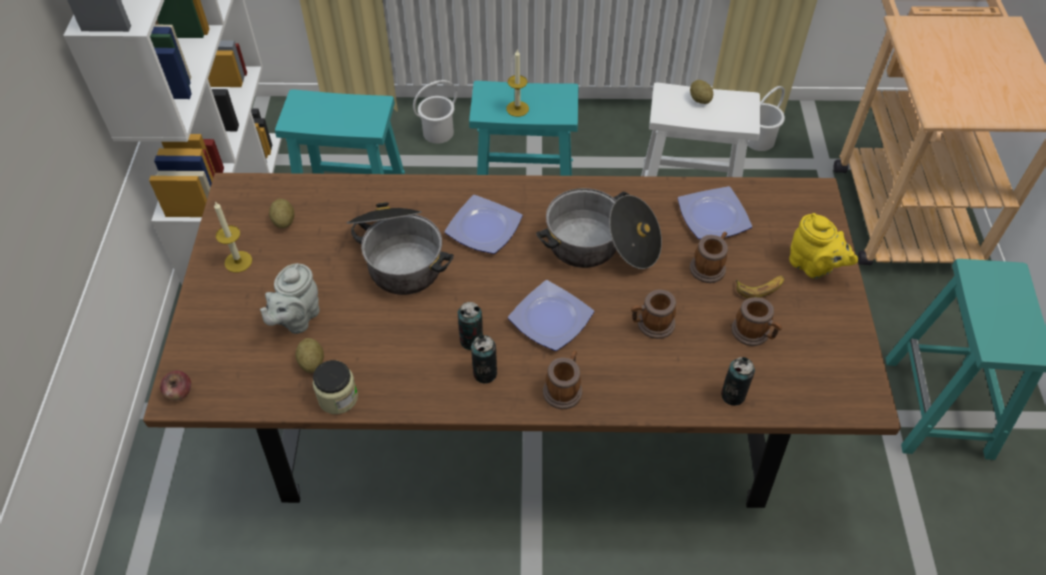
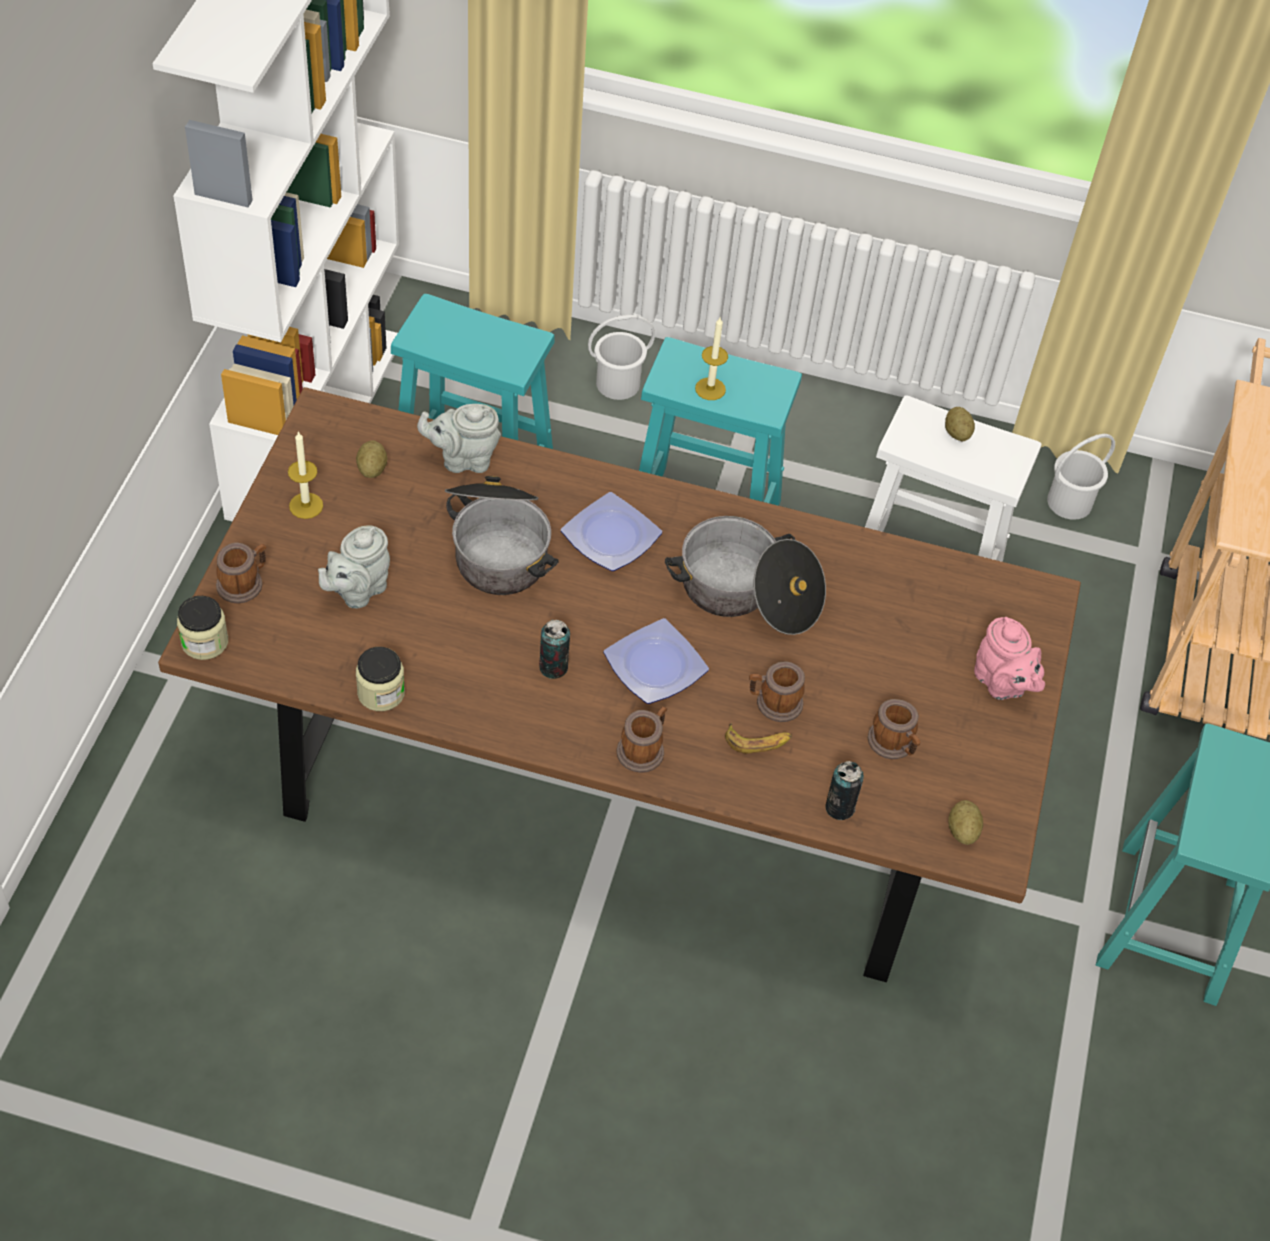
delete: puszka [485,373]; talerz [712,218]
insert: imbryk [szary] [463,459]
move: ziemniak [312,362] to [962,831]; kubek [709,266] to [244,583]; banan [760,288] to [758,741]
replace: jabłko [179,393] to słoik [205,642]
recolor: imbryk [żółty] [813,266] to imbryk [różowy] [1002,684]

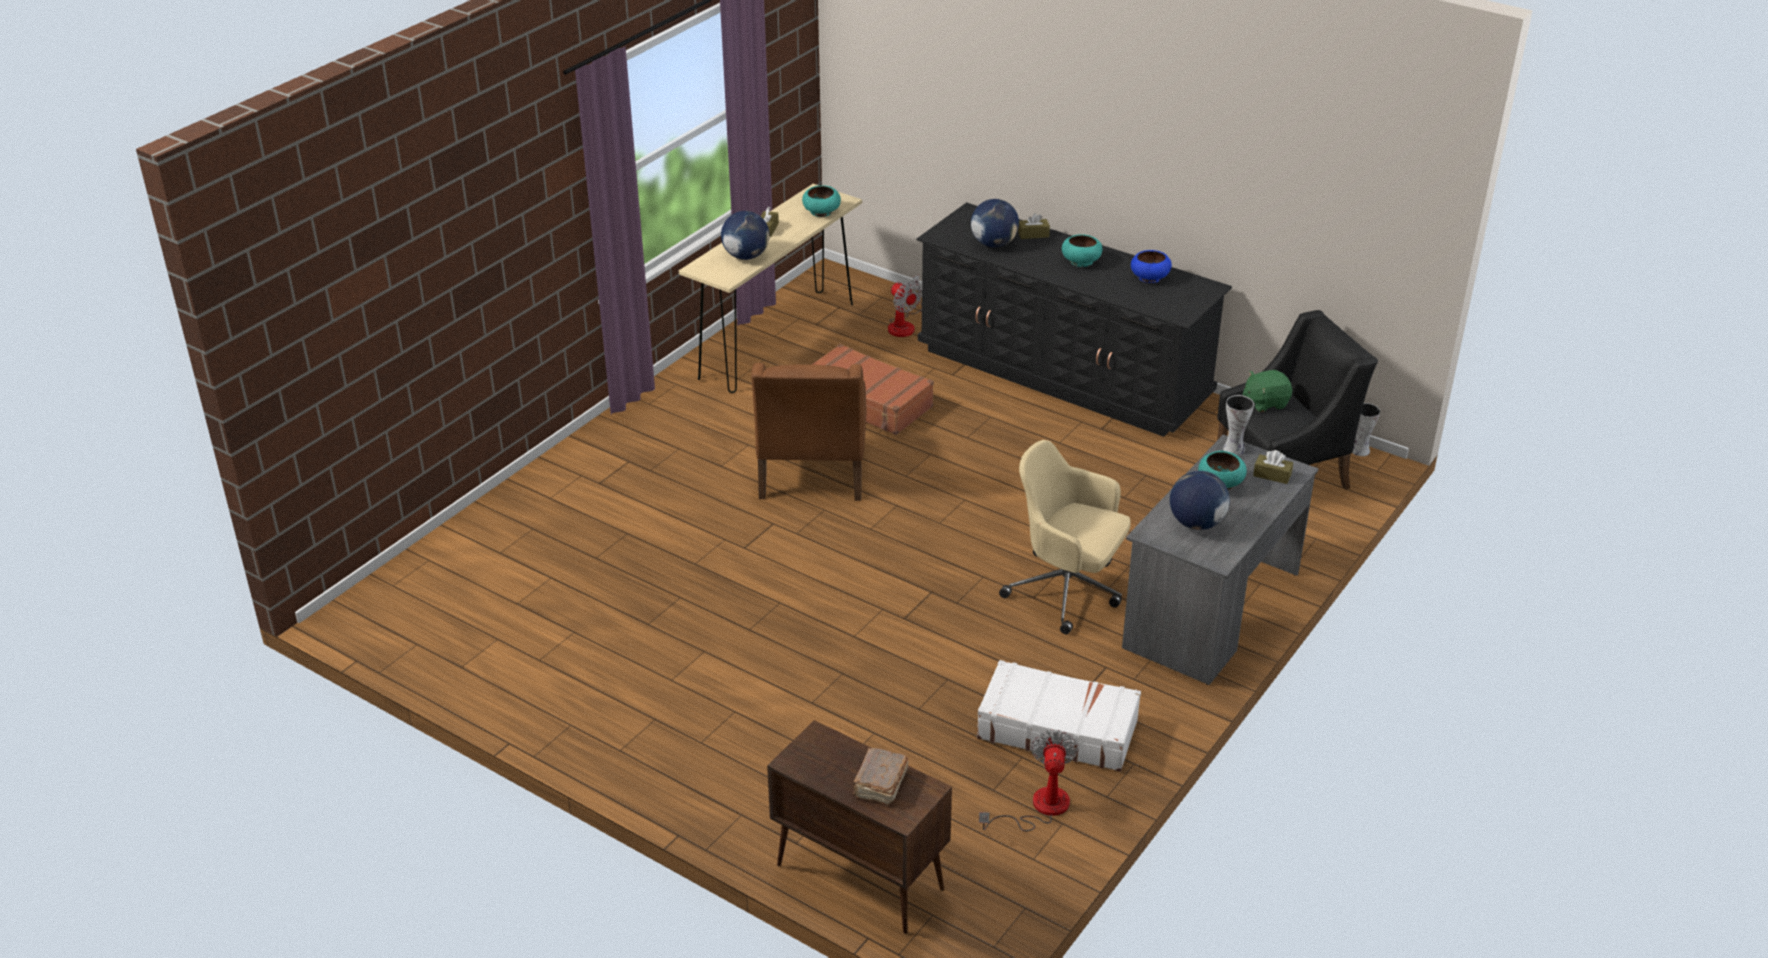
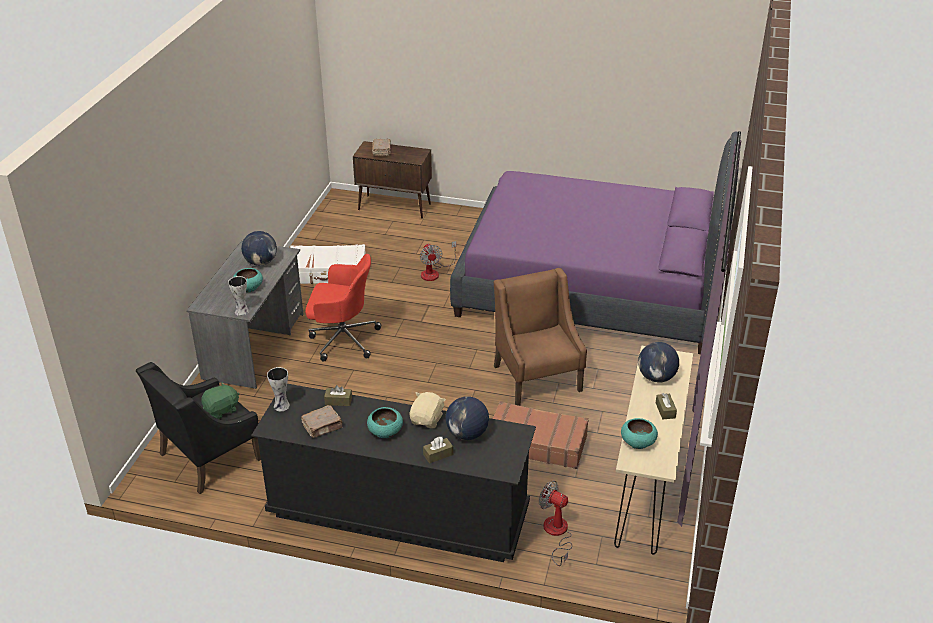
insert: pluszak [beżowy] [427,420]; łóżko [fioletowy] [592,286]
move: wentylator [1039,808] to [434,272]; pudełko chusteczek [brązowy] [1272,475] to [338,401]; wazon [1359,450] to [282,406]
replace: miska [niebieski] [1149,277] to książka [brązowy] [323,427]
recolor: krzesło biurowe [beżowy] [1067,591] to krzesło biurowe [czerwony] [342,339]

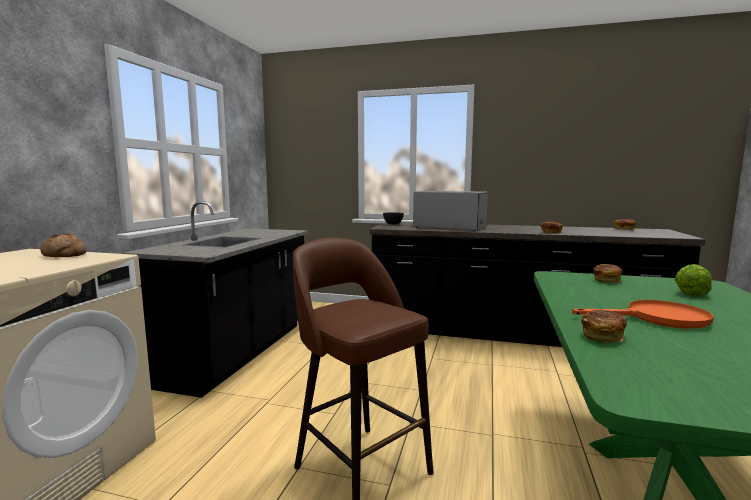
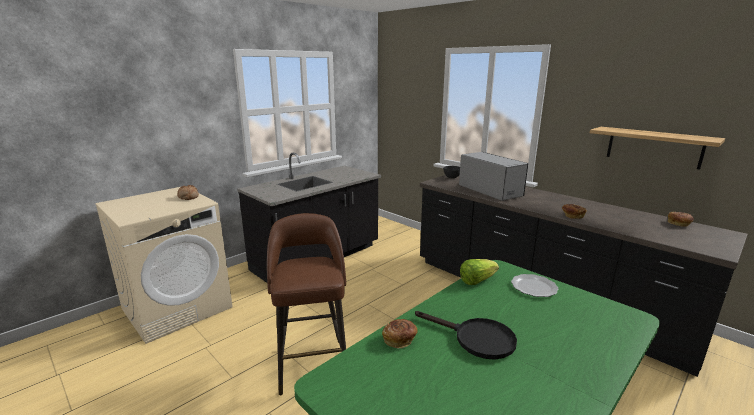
insert: półka [653,147]
move: sałata [691,292] to [477,280]
replace: chleb [607,280] to talerz [534,287]
recolor: patelnia [pomarańczowy] [656,319] to patelnia [czarny] [476,339]

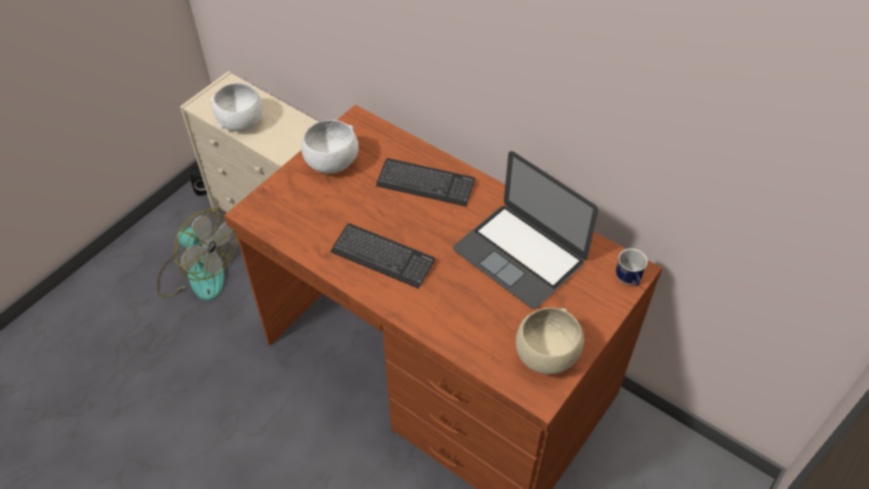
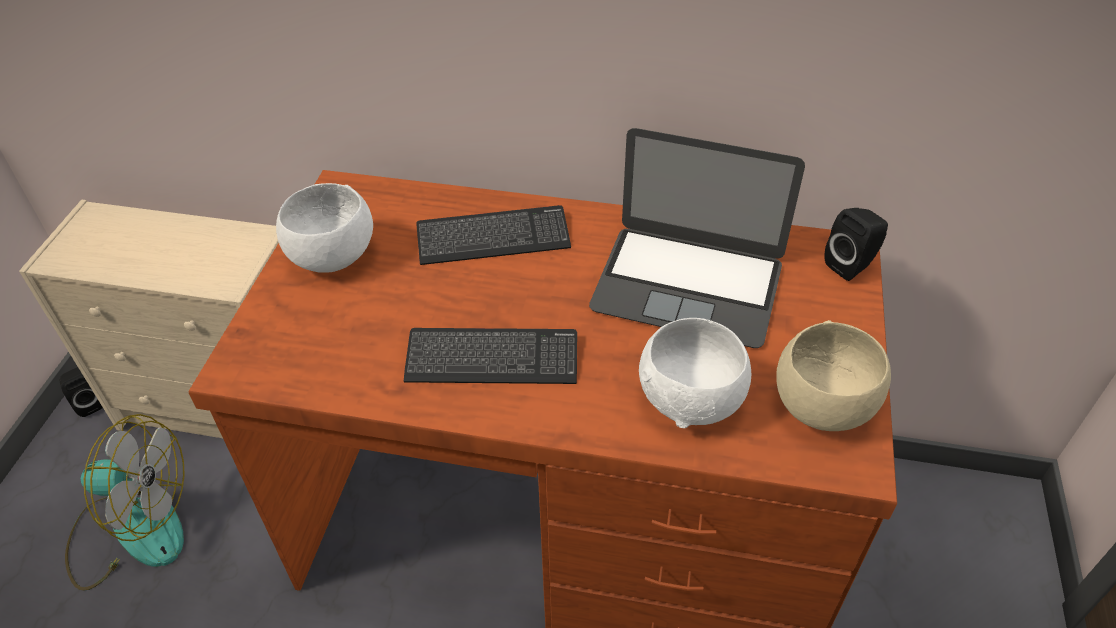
move: miska [biały] [242,123] to [692,400]
replace: kubek [629,280] to głośnik [czarny] [852,265]

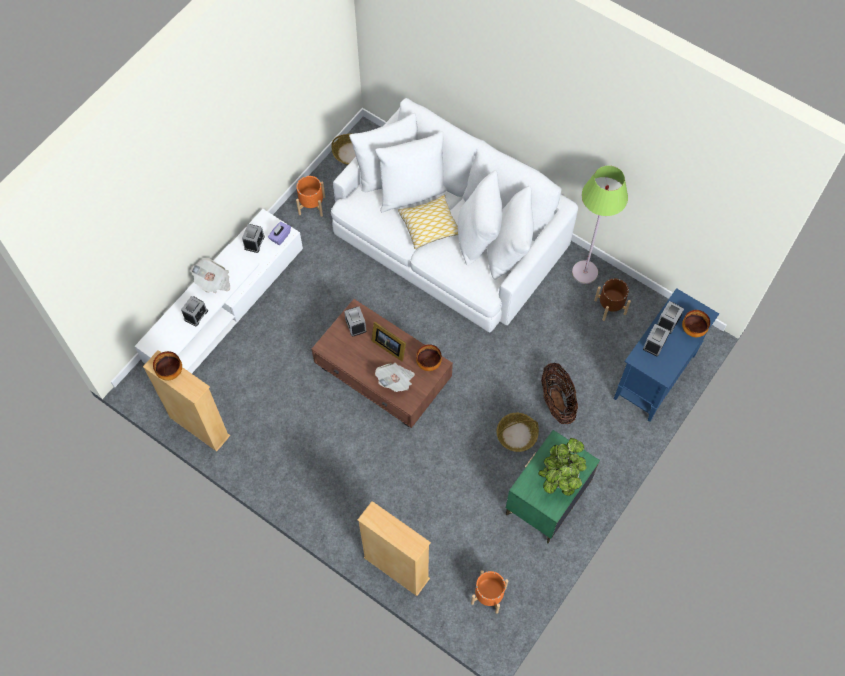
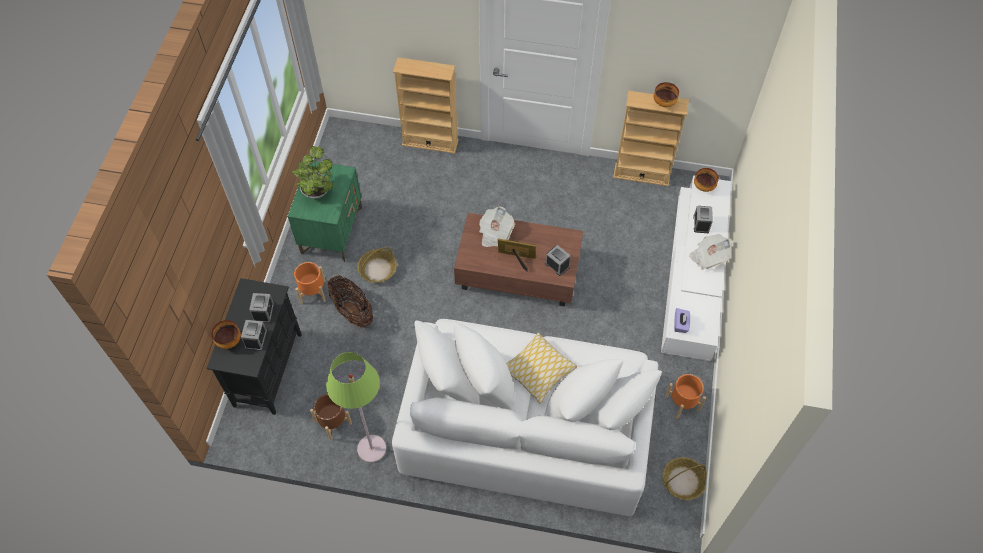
delete: budzik [254,242]
move: miska [429,363] to [703,187]; donica [pomarańczowy] [488,595] to [313,291]
recolor: szafka [niebieski] [654,378] to szafka [czarny] [268,369]

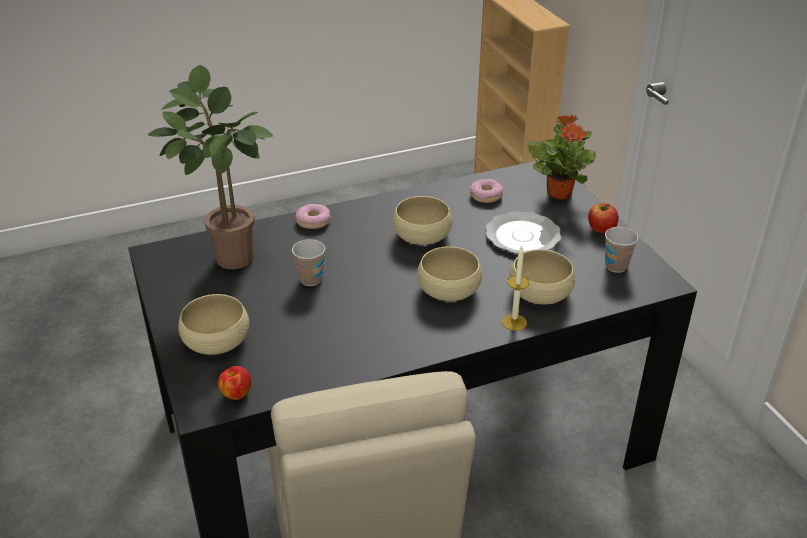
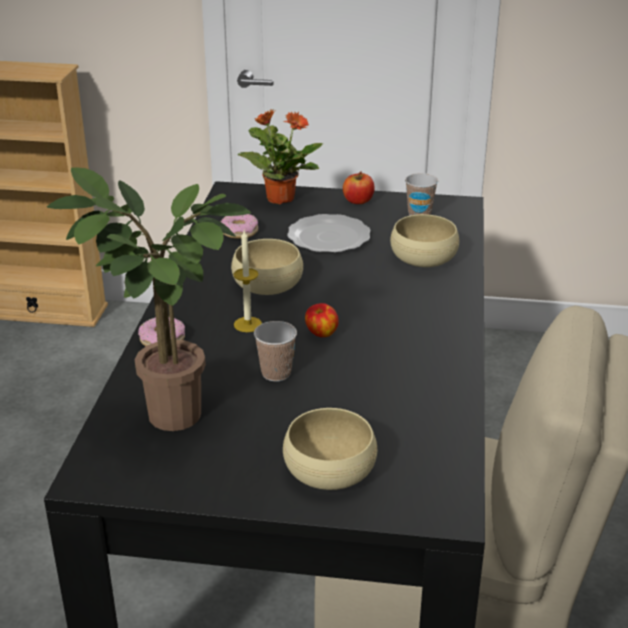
delete: miska [beżowy] [449,289]
move: jabłko [236,394] to [321,334]; świeca [514,322] to [248,324]

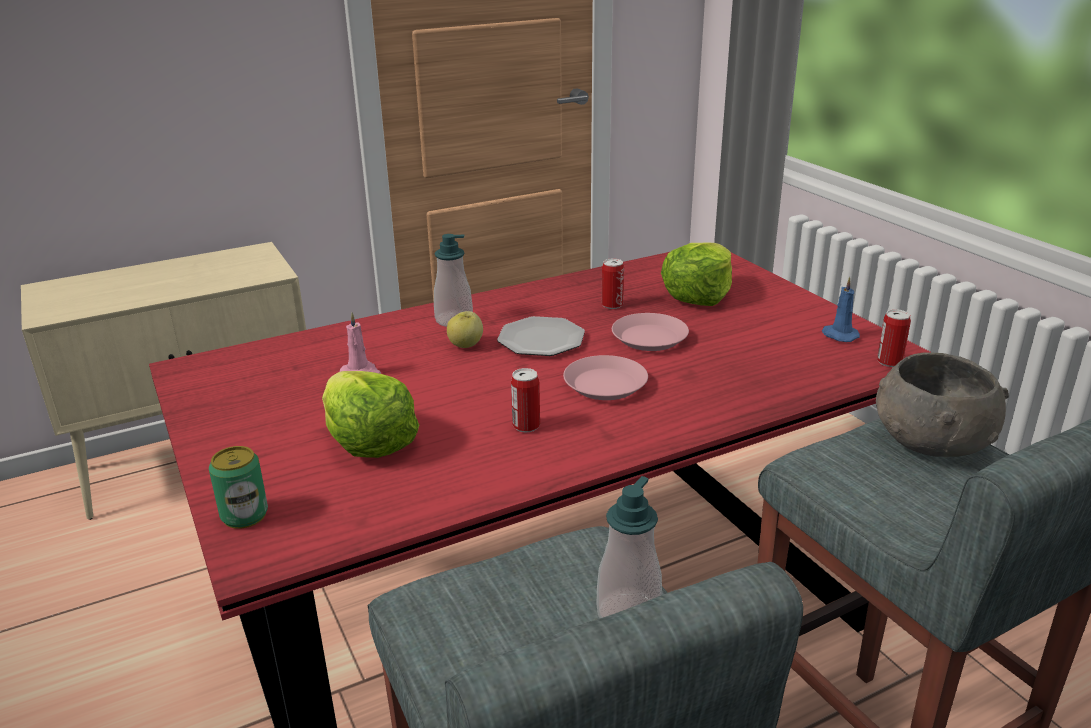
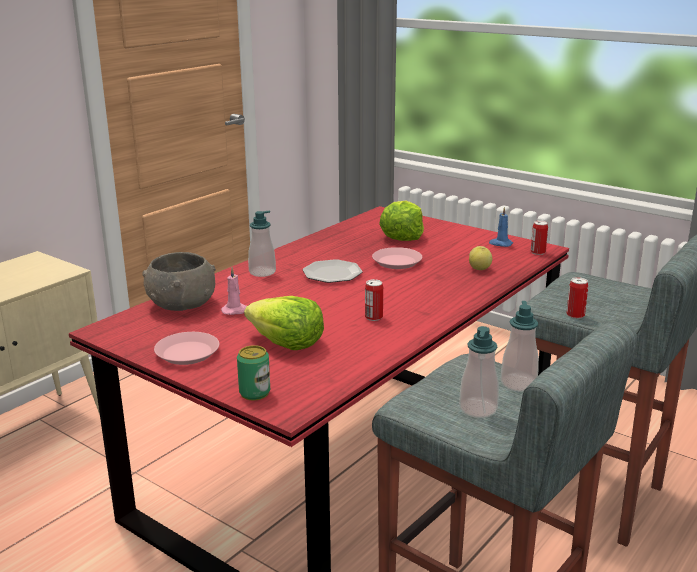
insert: dozownik mydła [478,409]
move: jabłko [466,345] to [480,268]; talerz [różowy] [604,384] to [187,353]; puszka [612,305] to [575,315]; miska [szary] [930,441] to [181,304]

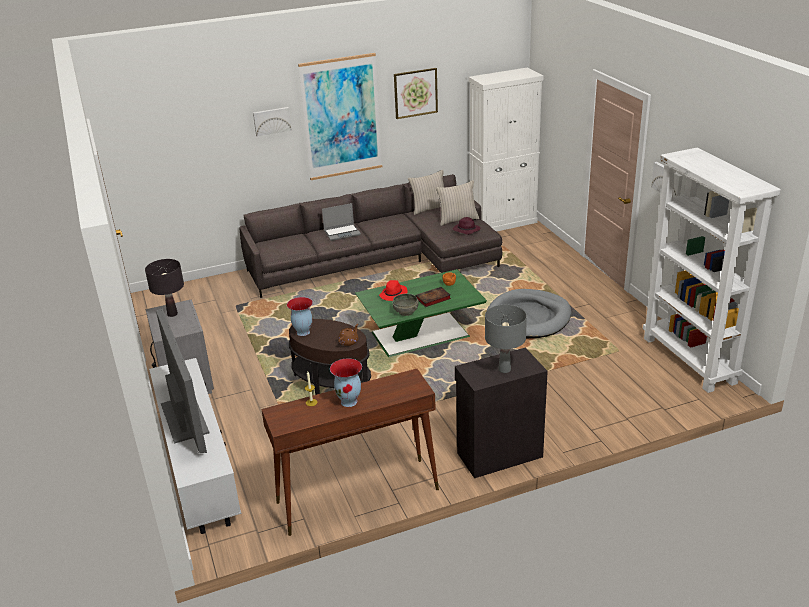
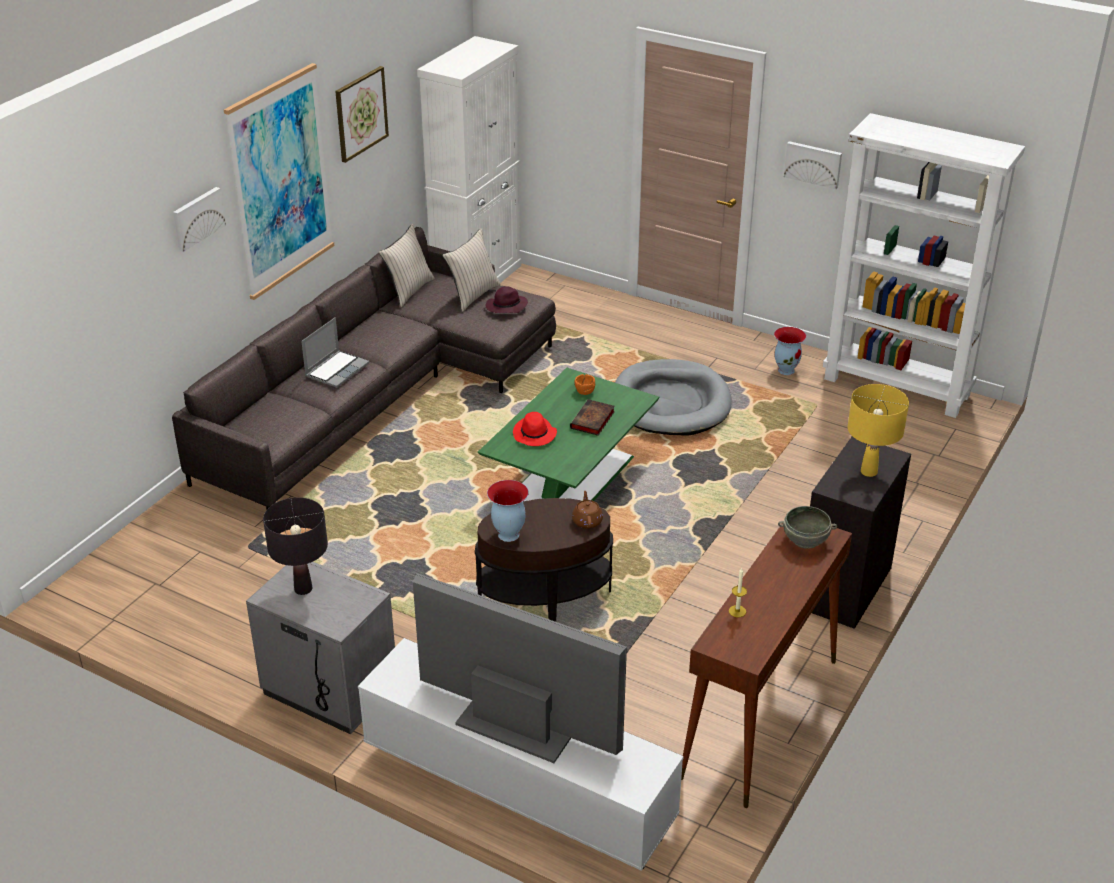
move: wazon [349,401] to [786,370]; miska [szary] [406,312] to [805,540]
recolor: lampa stołowa [szary] [504,369] to lampa stołowa [żółty] [868,472]

